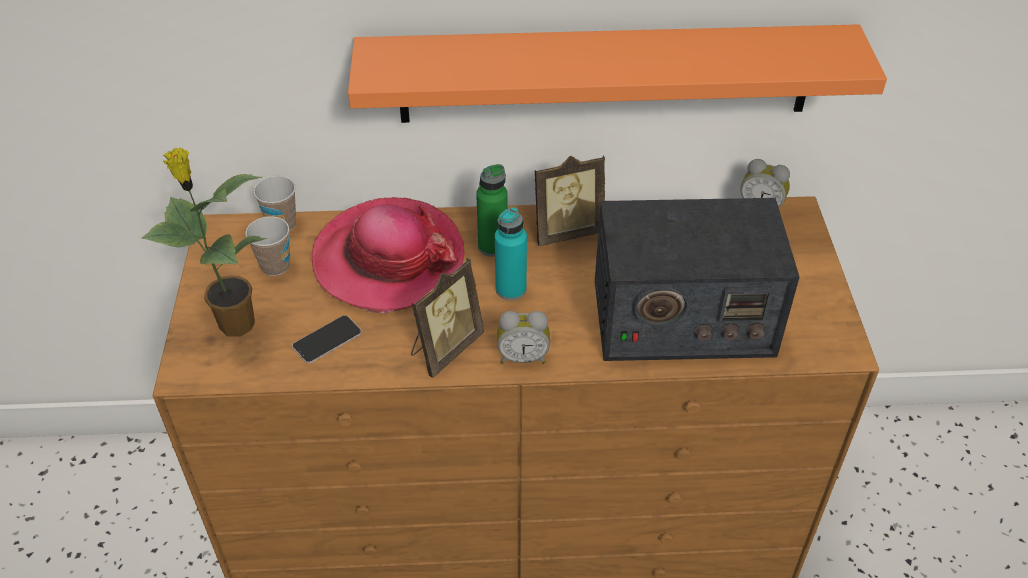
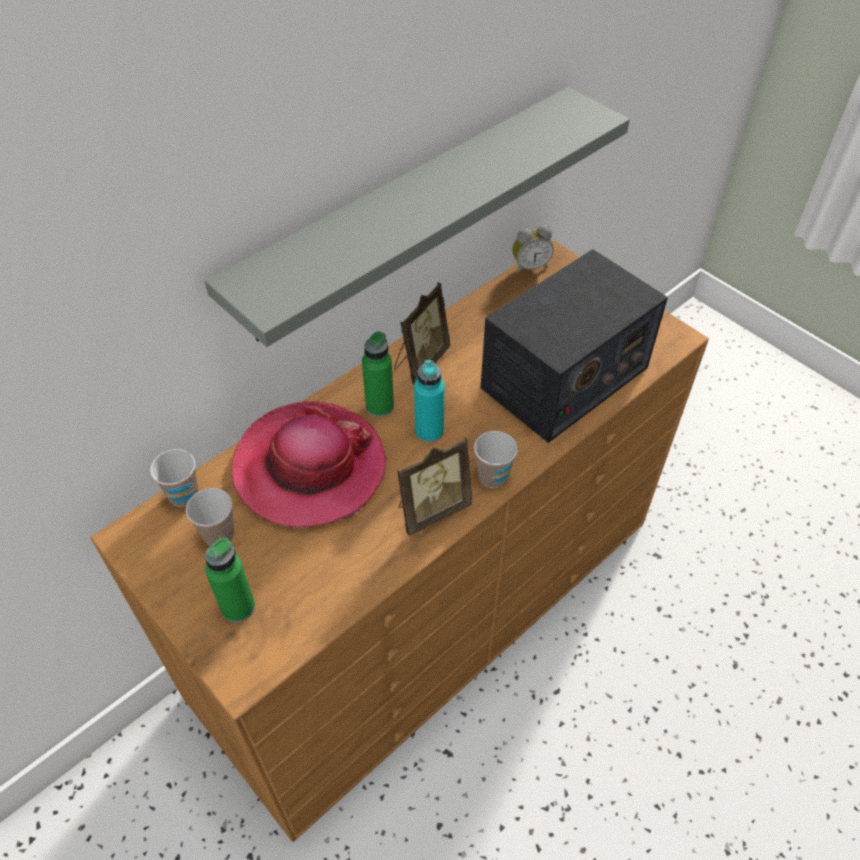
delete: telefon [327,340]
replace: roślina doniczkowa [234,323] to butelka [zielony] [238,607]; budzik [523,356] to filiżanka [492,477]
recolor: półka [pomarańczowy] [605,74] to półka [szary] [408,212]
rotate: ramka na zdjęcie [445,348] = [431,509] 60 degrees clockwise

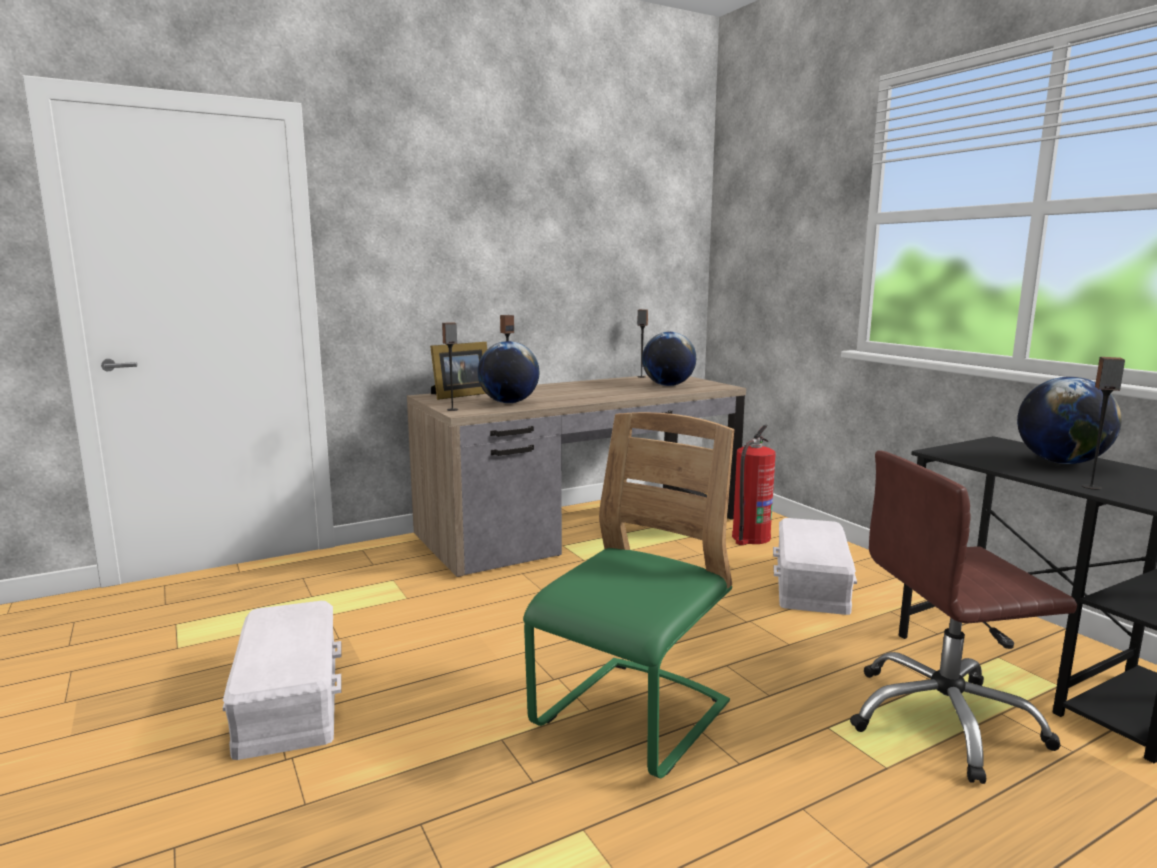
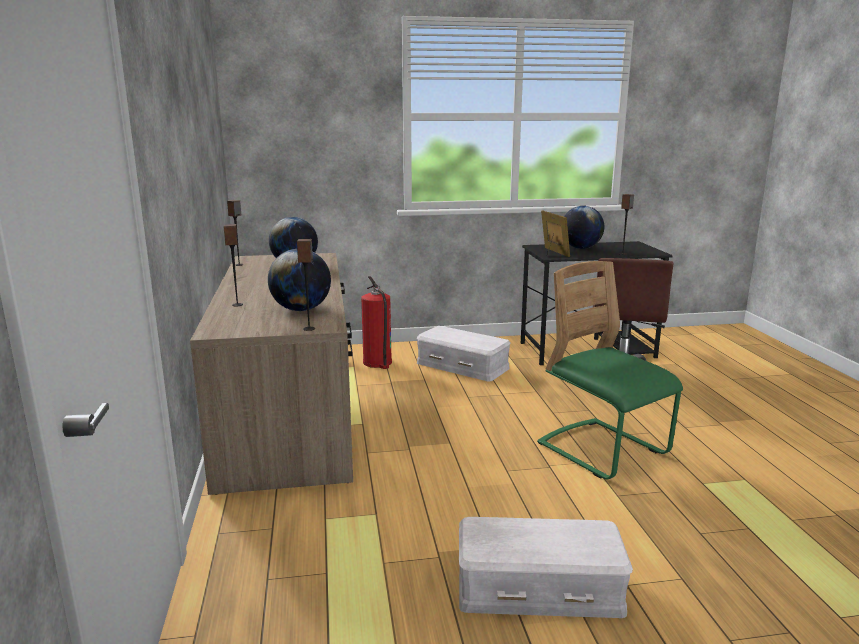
move: ramka na zdjęcie [459,395] to [552,253]

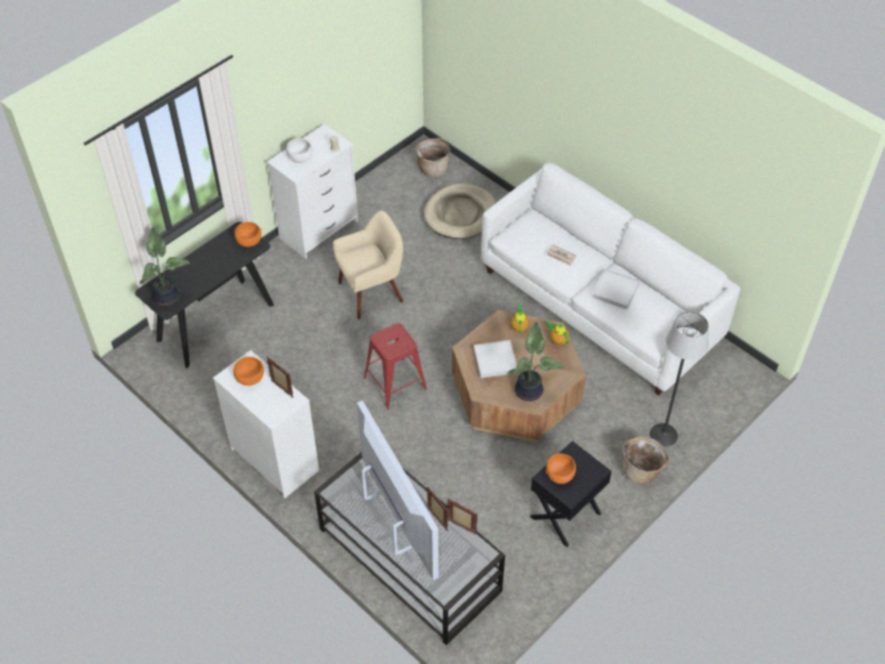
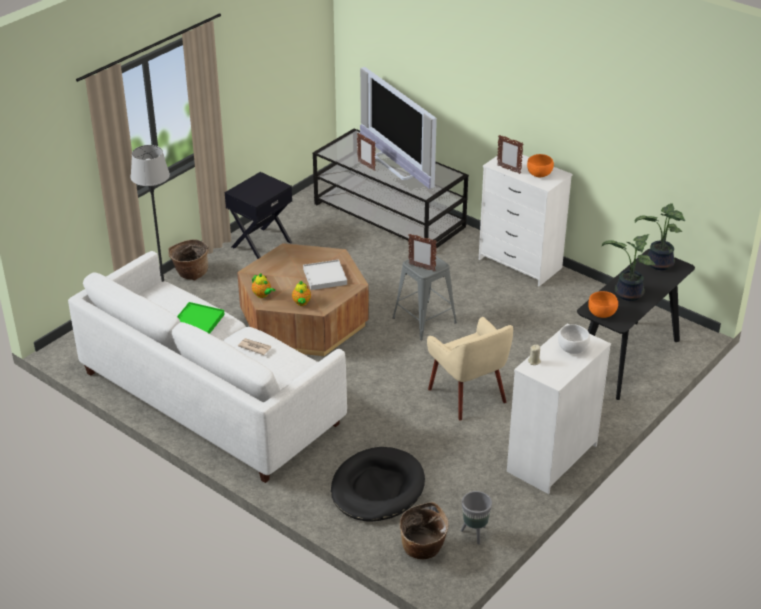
delete: miska [pomarańczowy] [560,475]
insert: donica [szary] [474,534]
move: ramka na zdjęcie [461,527] to [421,267]; roślina doniczkowa [530,390] to [627,294]
recolor: stołek [czerwony] [395,383] to stołek [szary] [424,320]; legowisko [beżowy] [460,214] to legowisko [czarny] [377,488]; taca [biały] [615,291] to taca [zielony] [198,321]
rotate: fotel [beżowy] [371,292] = [468,395] 90 degrees counterclockwise

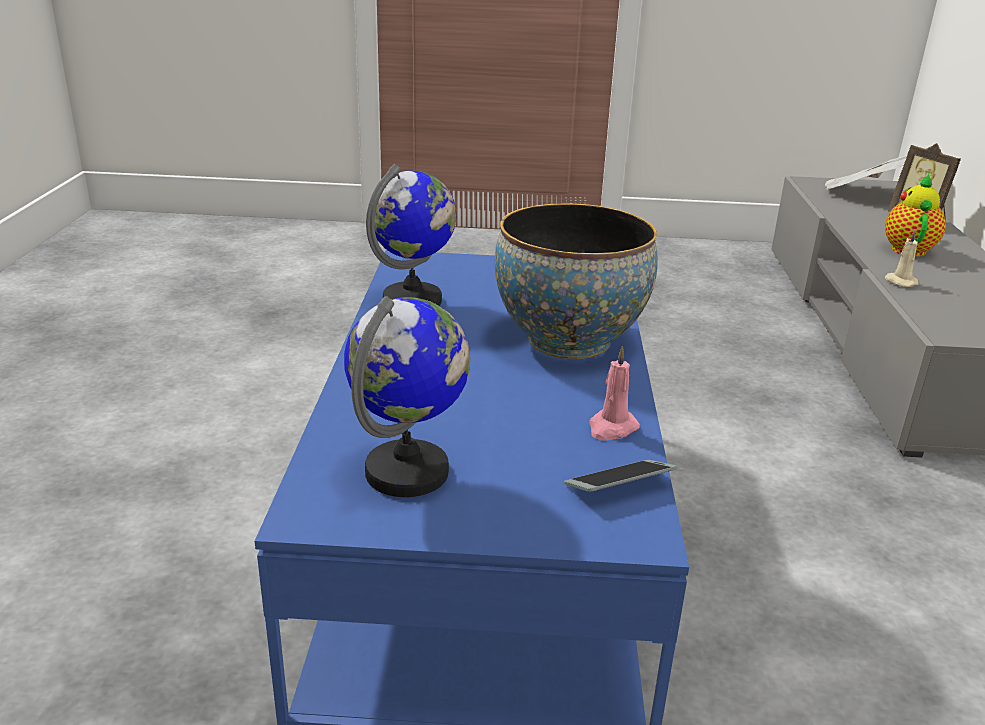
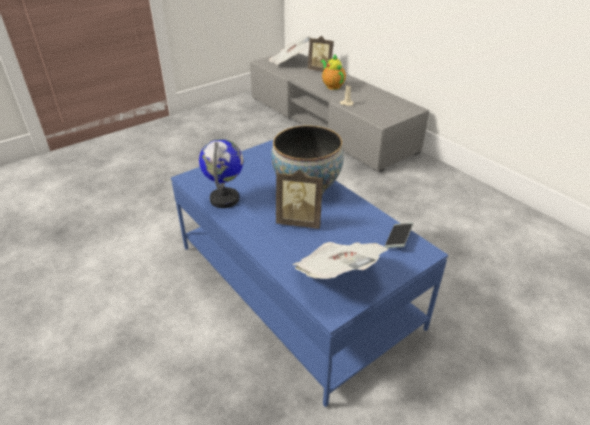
delete: świeca [różowy] [611,428]
insert: ramka na zdjęcie [299,221]
replace: globus [408,472] to gazeta [336,274]

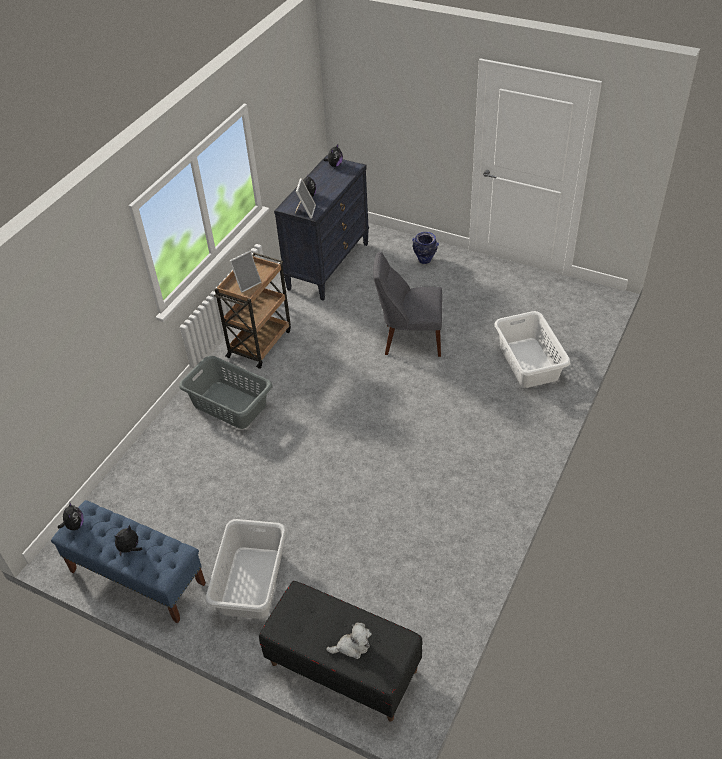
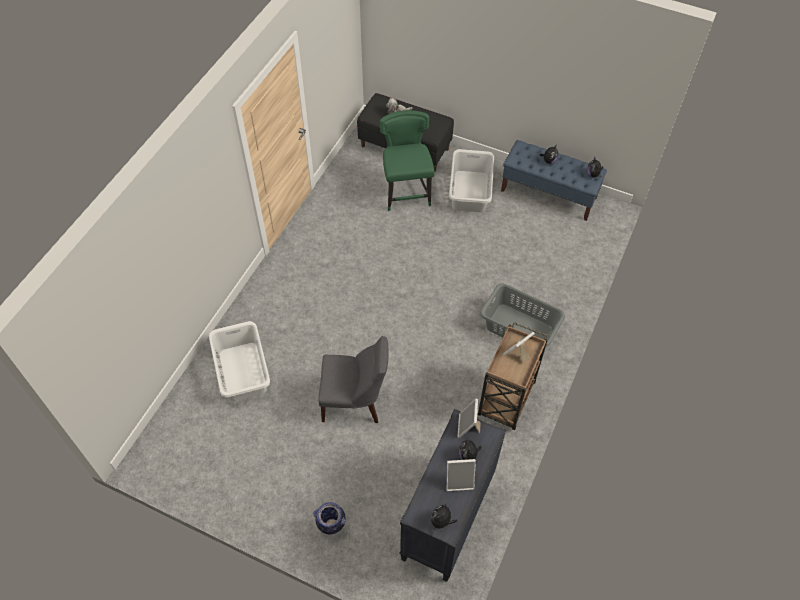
insert: krzesło [zielony] [406,192]; ramka na zdjęcie [459,480]

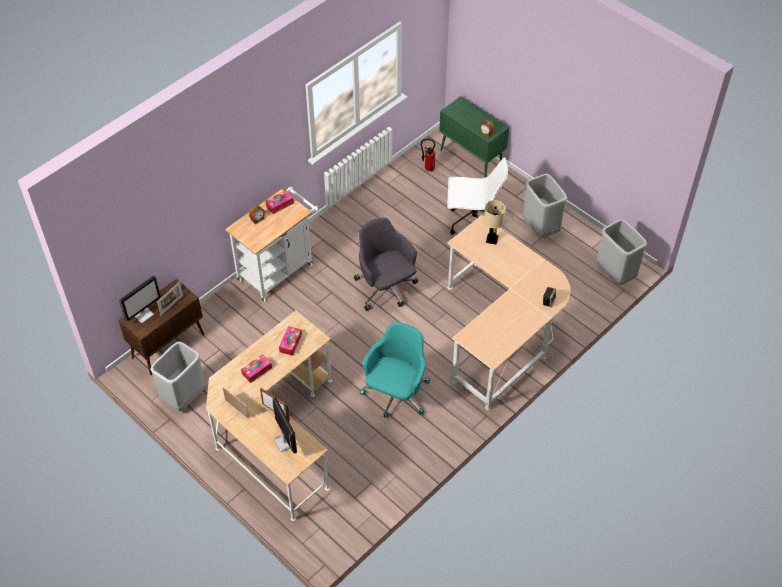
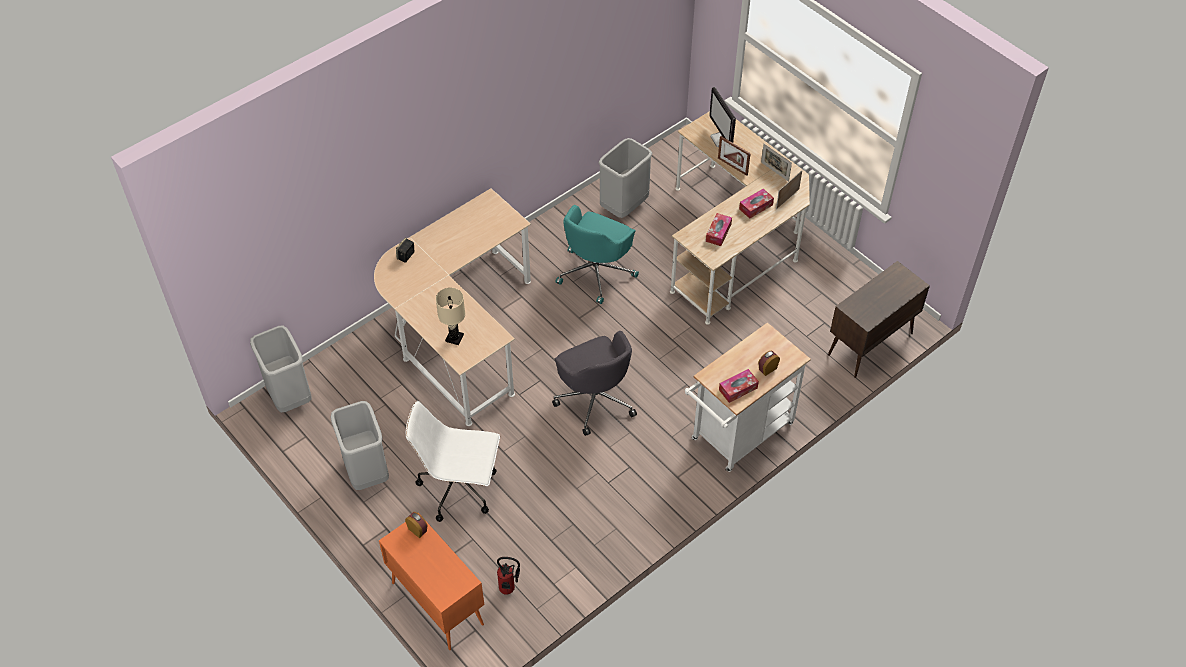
delete: monitor [143,314]
move: kosz na śmieci [szary] [184,397] to [624,207]; ramka na zdjęcie [172,305] to [787,199]
recolor: szafka [zielony] [472,159] to szafka [pomarańczowy] [436,603]

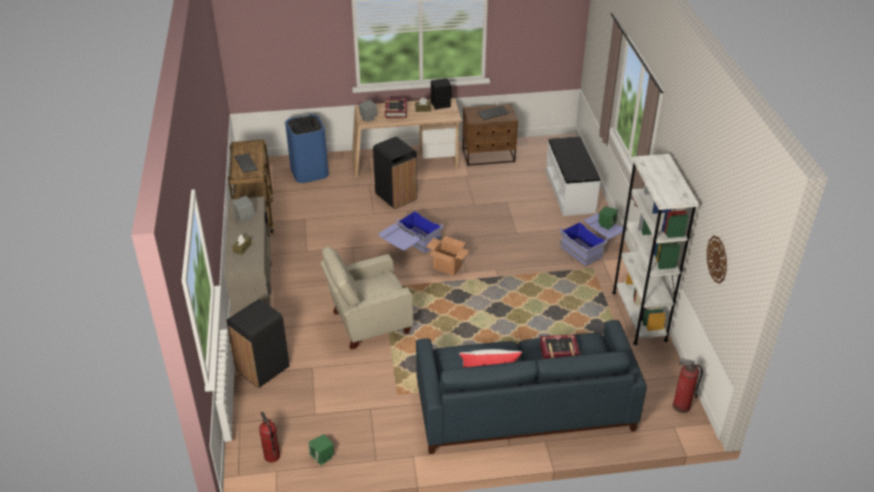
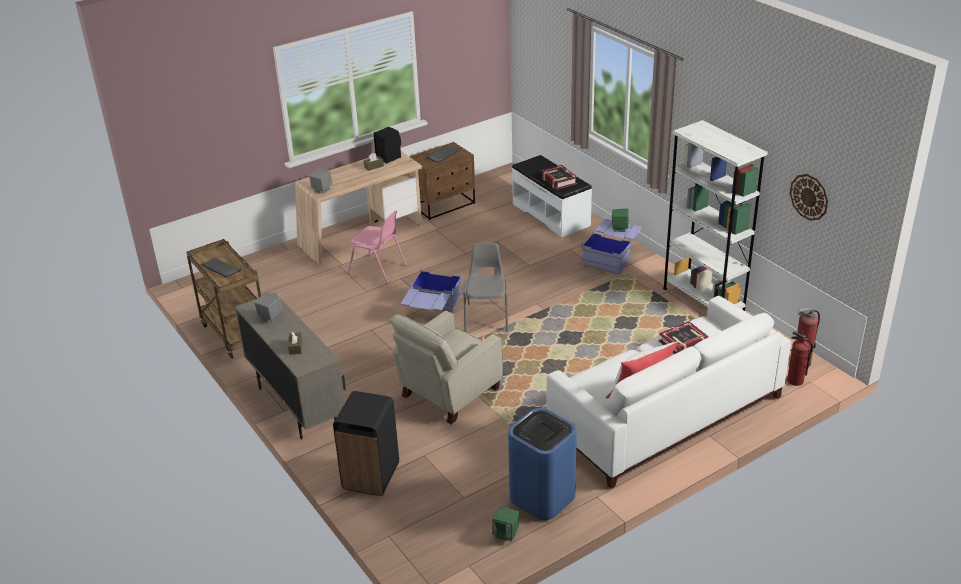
move: gaśnica [271,456] to [795,381]; kosz na śmieci [niebieski] [309,172] to [541,497]; książka [395,111] to [558,181]
replace: kosz na śmieci [czarny] [396,197] to krzesło [różowy] [378,269]; karton [447,267] to krzesło [szary] [487,316]
recolor: kanapa [niebieski] [523,406] to kanapa [biały] [664,413]

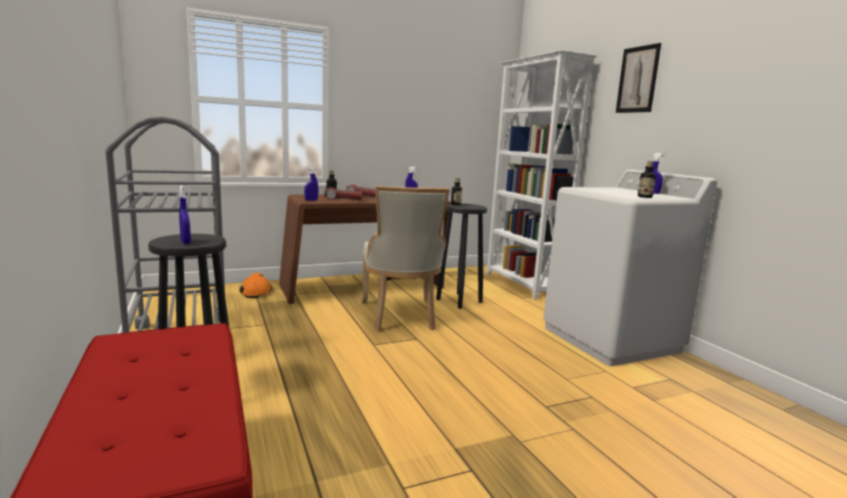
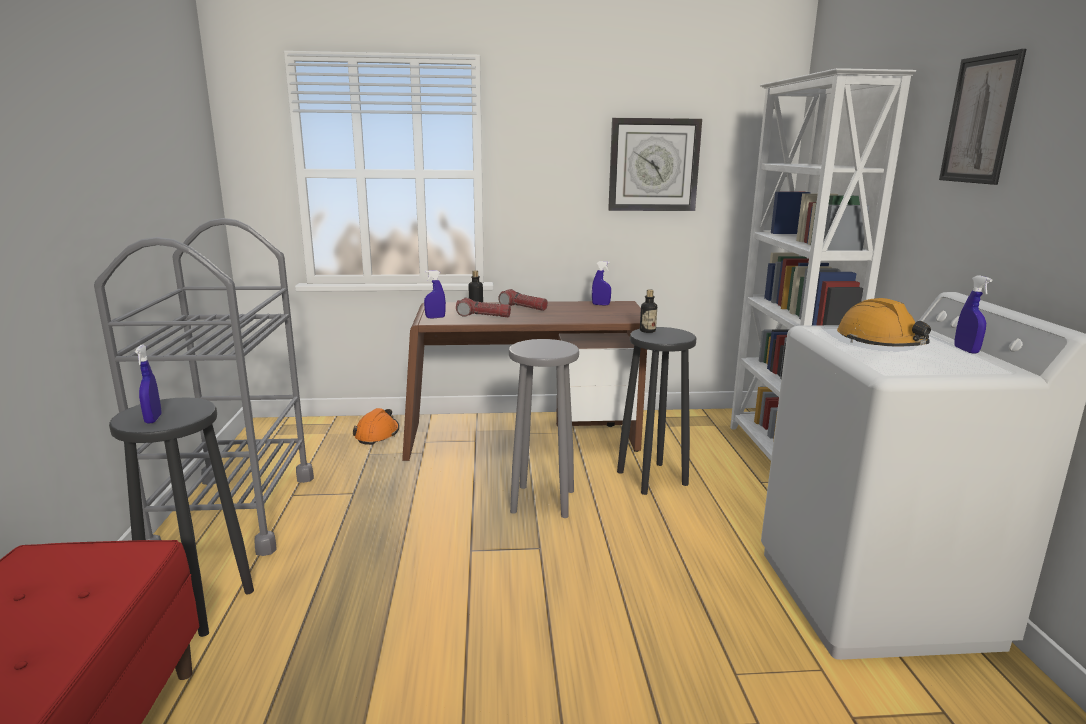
delete: butelka [644,197]
insert: zegar ścienny [653,165]; kask [pomarańczowy] [880,343]
replace: krzesło [beżowy] [400,317] to stołek [szary] [542,501]

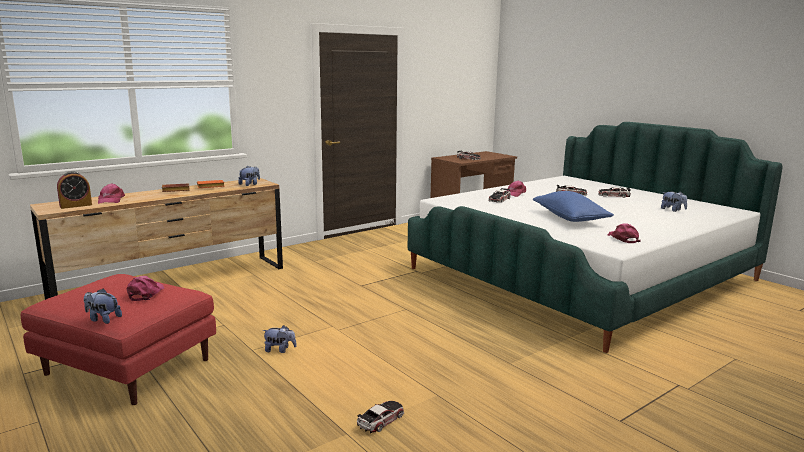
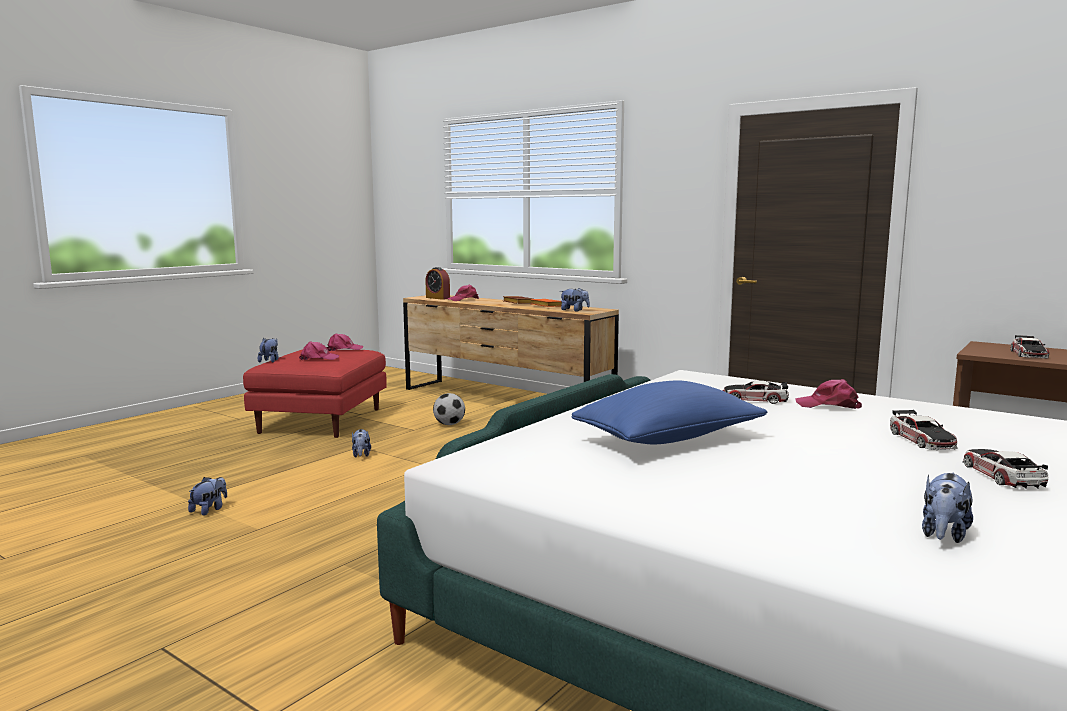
insert: piłka futbolowa [449,424]
move: czapka z daszkiem [różowy] [623,238] to [343,349]
replace: samochodzik [381,420] to pluszak [209,510]

